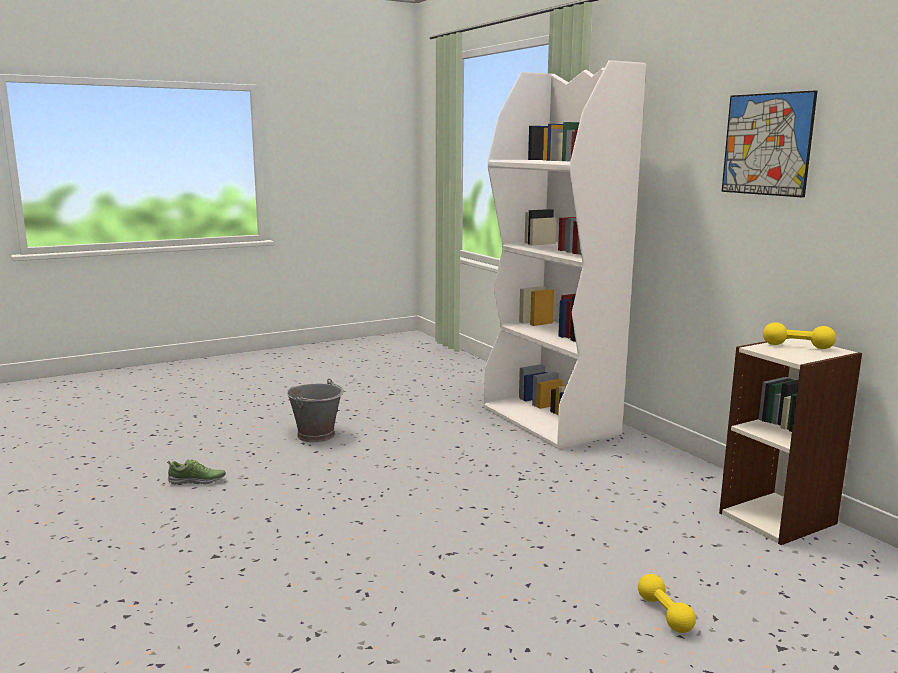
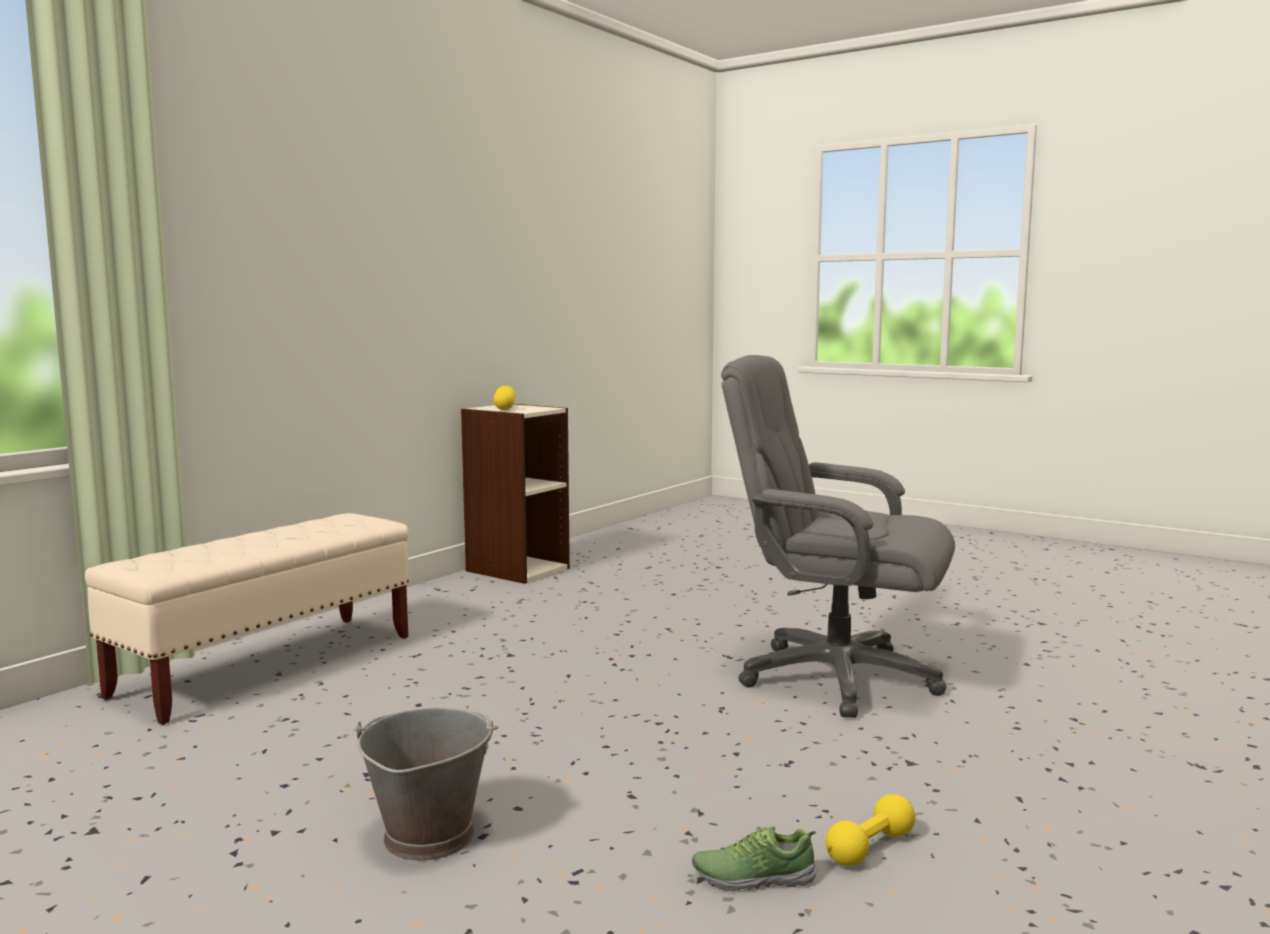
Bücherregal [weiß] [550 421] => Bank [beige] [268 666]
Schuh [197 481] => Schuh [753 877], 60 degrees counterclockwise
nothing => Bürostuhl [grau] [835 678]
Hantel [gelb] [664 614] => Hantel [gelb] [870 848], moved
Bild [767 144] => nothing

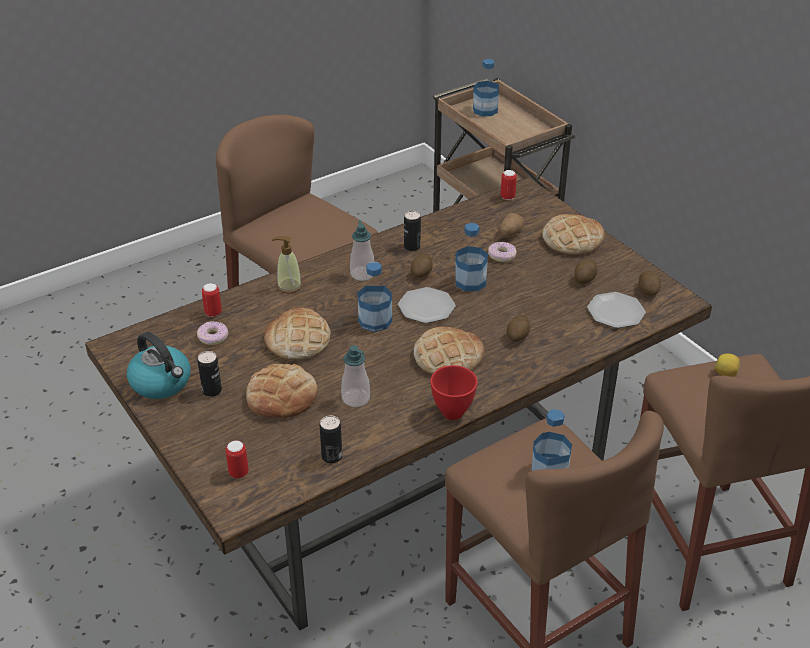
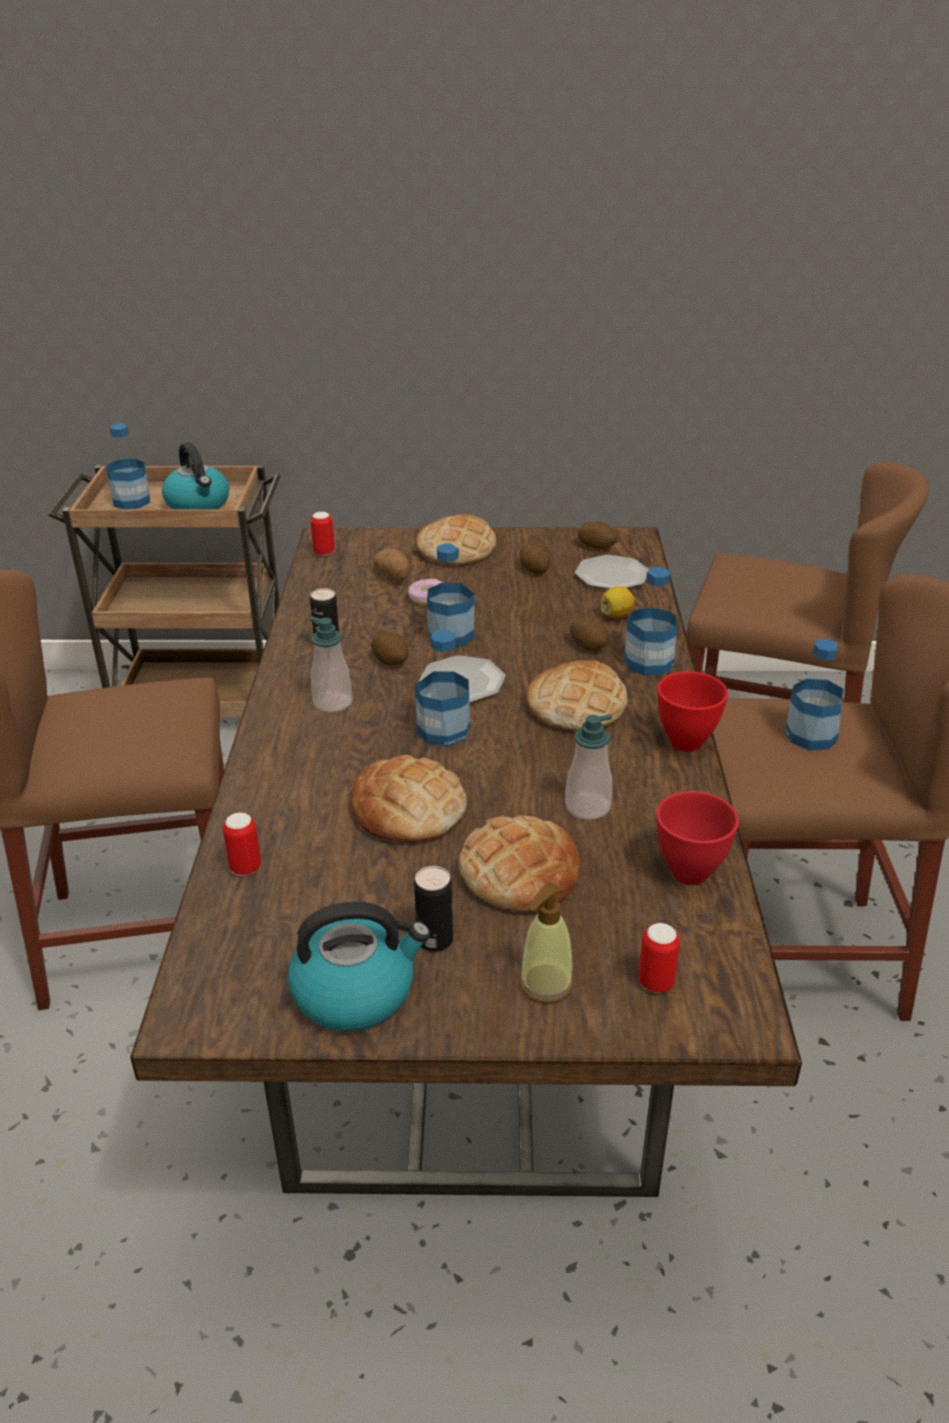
nothing => Wasserkessel [199 504]
Seifenspender [289 286] => Seifenspender [545 984], moved
Zitrone [726 373] => Zitrone [616 615], moved
nothing => Flasche [648 663]
Dose [332 456] => Schüssel [rot] [691 874]
Donut [213 337] => nothing

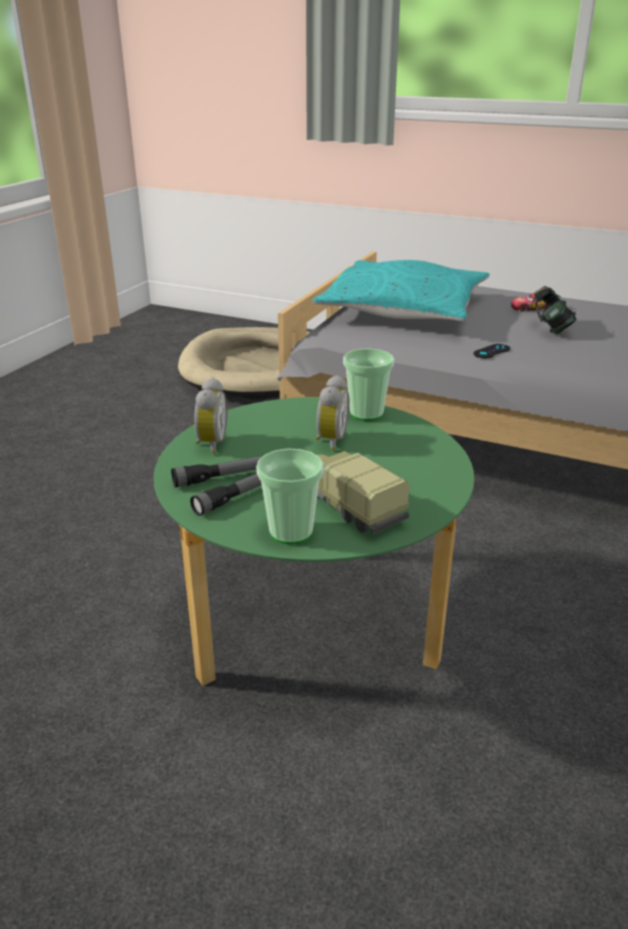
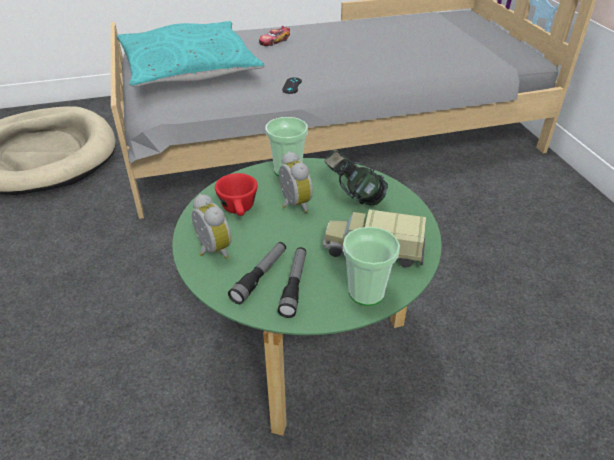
nothing => Tasse [rot] [239 210]
Kopfhörer [550 329] => Kopfhörer [353 196], moved

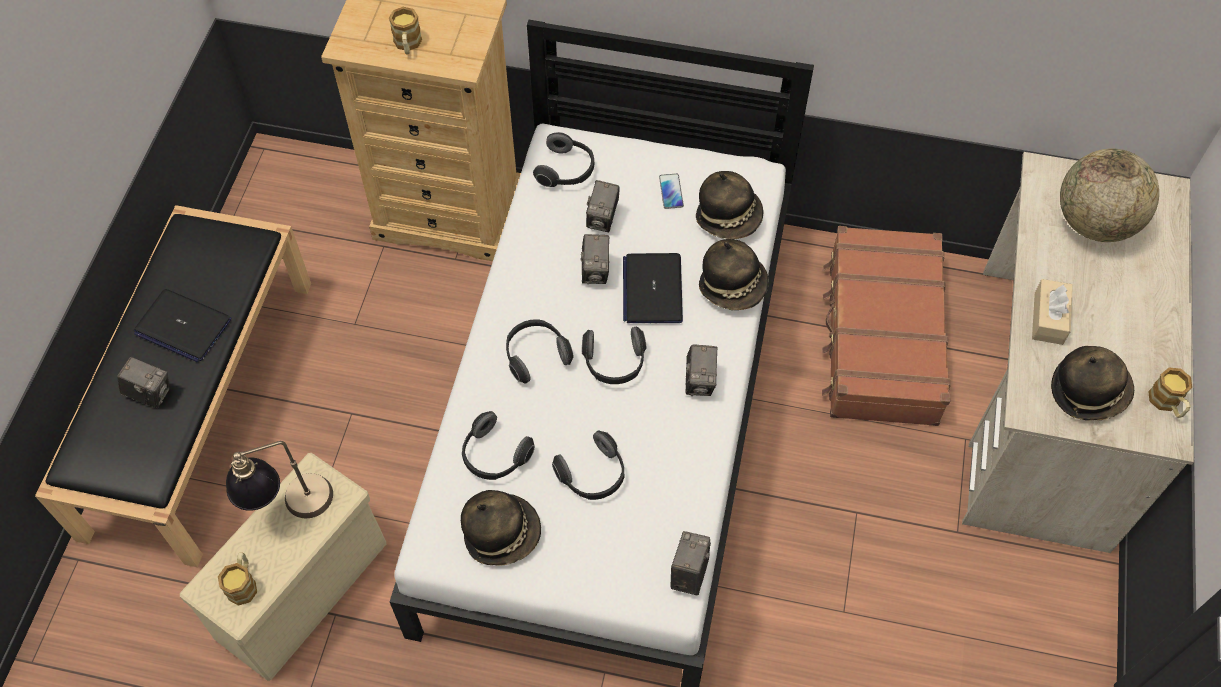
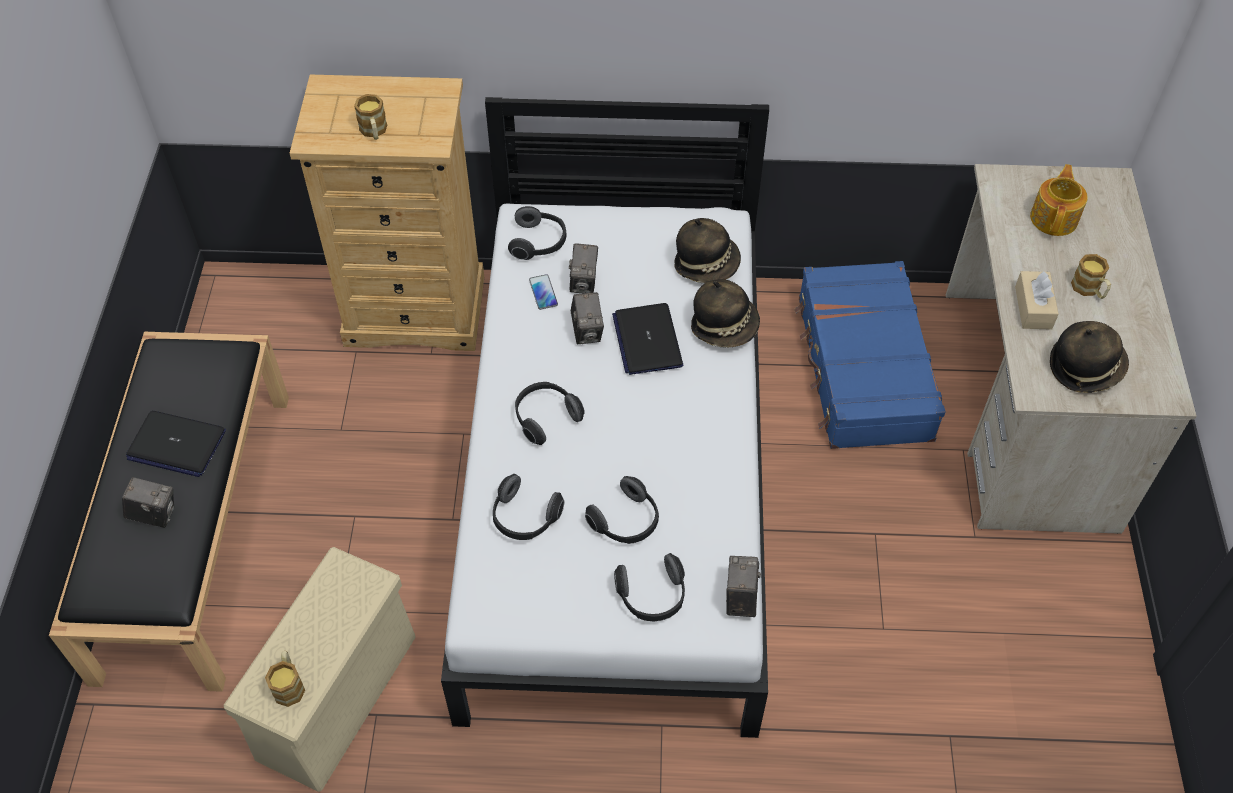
Handy [671 191] => Handy [543 292], moved
Kopfhörer [614 363] => Kopfhörer [652 597], moved
Koffer [braun] [880 338] => Koffer [blau] [862 369]
Globus [1094 223] => Teekanne [1054 218]
Henkelbecher [1167 403] => Henkelbecher [1089 290], moved
Tischlampe [289 507] => nothing
Hut [502 533] => nothing
Kamera [700 381] => nothing

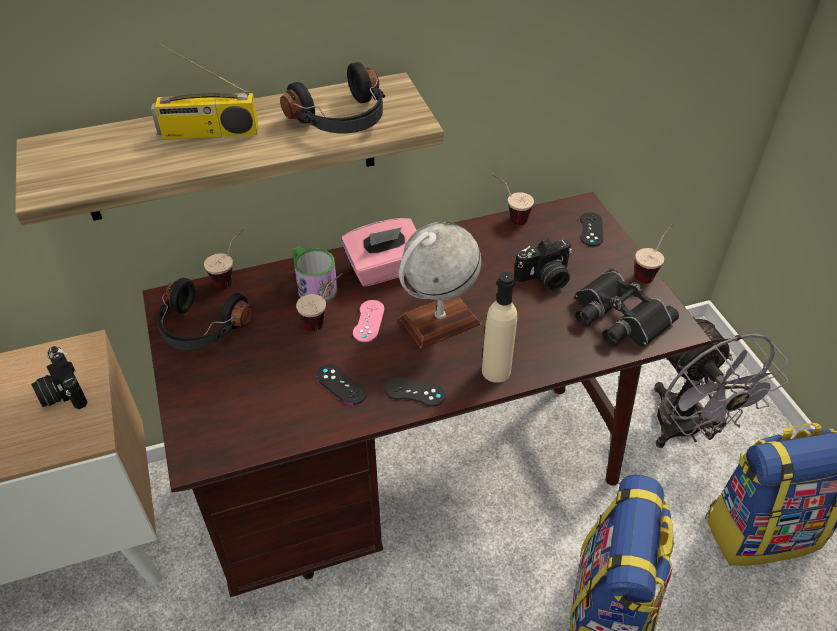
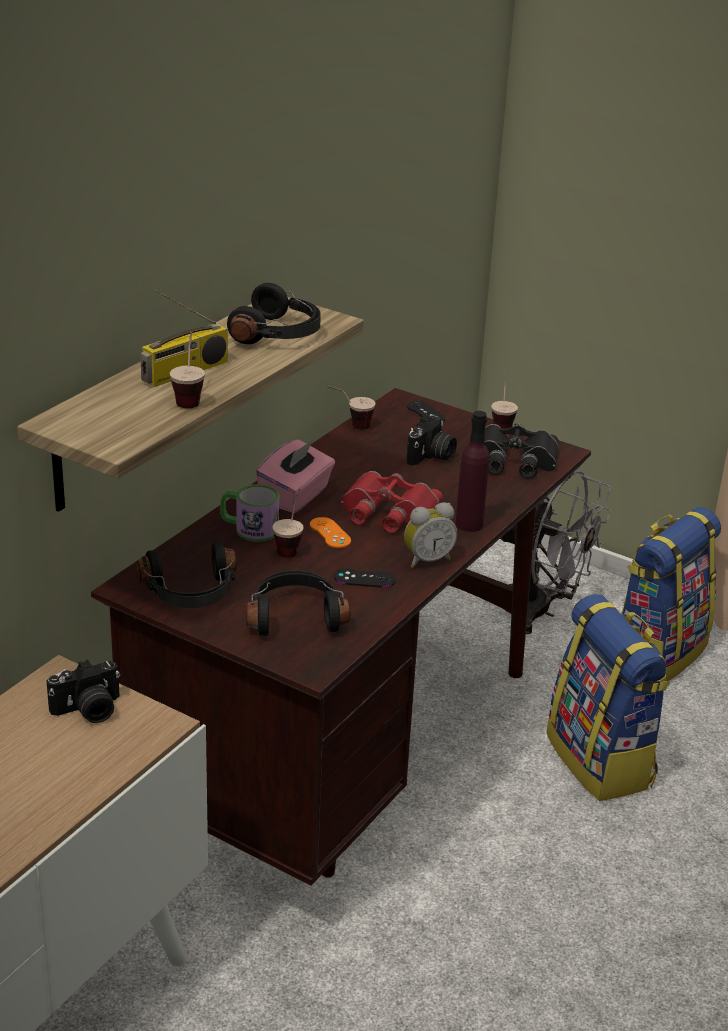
Kamera [62 392] => Kamera [88 710], 45 degrees counterclockwise
Tasse [231 276] => Tasse [189 397], moved
nothing => Kopfhörer [schwarz] [295 616]
Gamepad [rosa] [368 321] => Gamepad [orange] [330 533]
Globus [439 321] => Fernglas [rot] [387 512]
Gamepad [schwarz] [415 392] => Wecker [427 560]
Flasche [beige] [496 371] => Flasche [lila] [469 524]

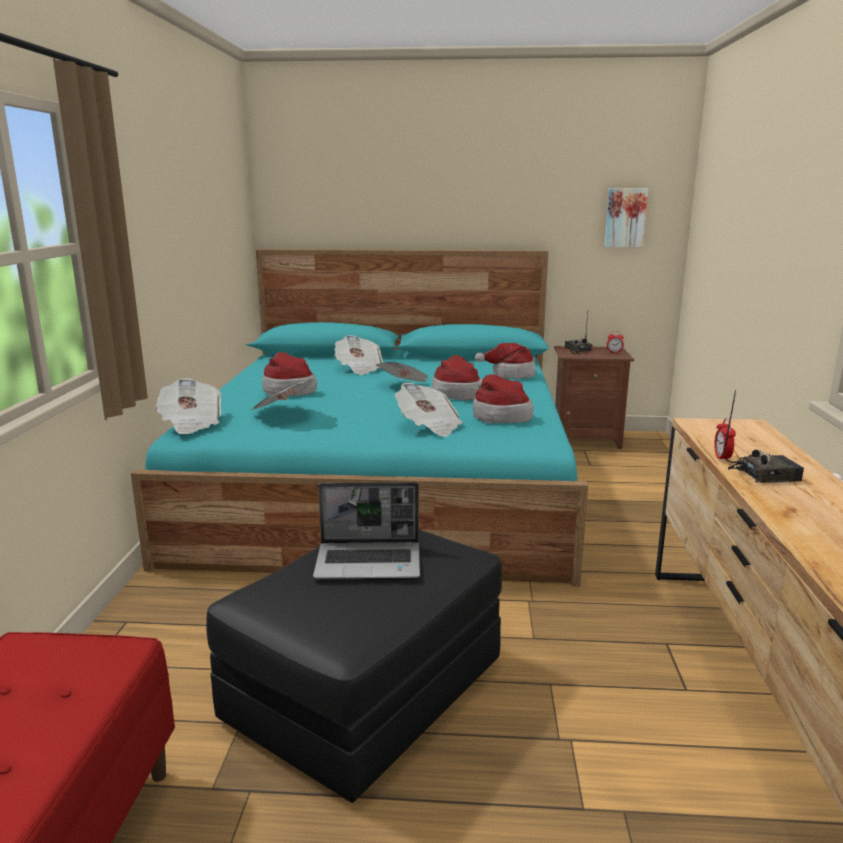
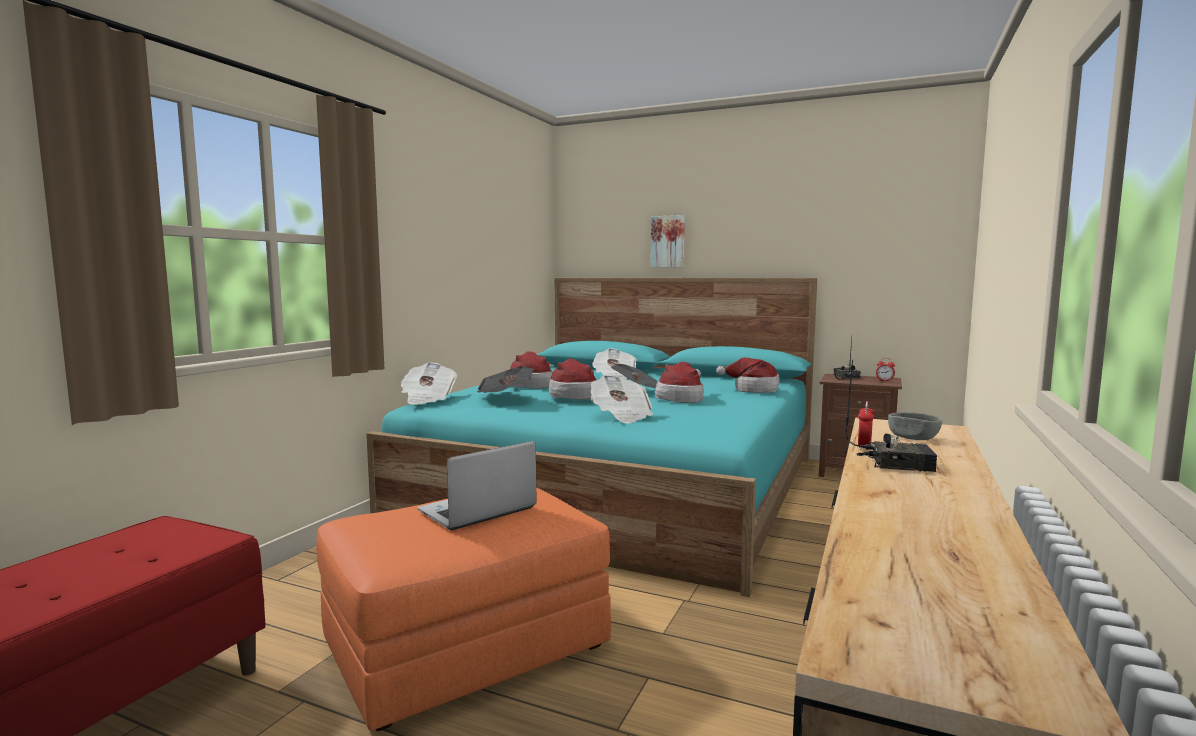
Polsterhocker [schwarz] [365 692] => Polsterhocker [orange] [465 646]
Laptop [370 562] => Laptop [477 511], 120 degrees clockwise
Hut [499 416] => Hut [574 395], moved
Bild [625 217] => Bild [668 241], moved
nothing => Schüssel [grau] [913 438]

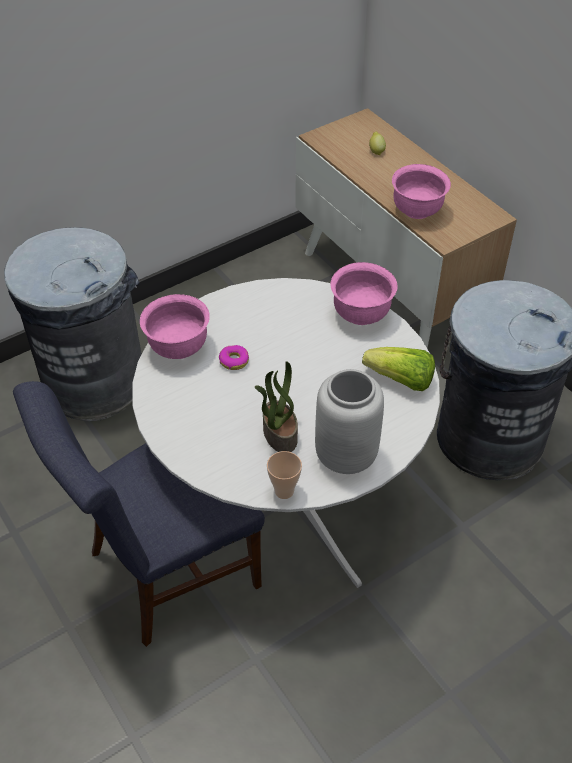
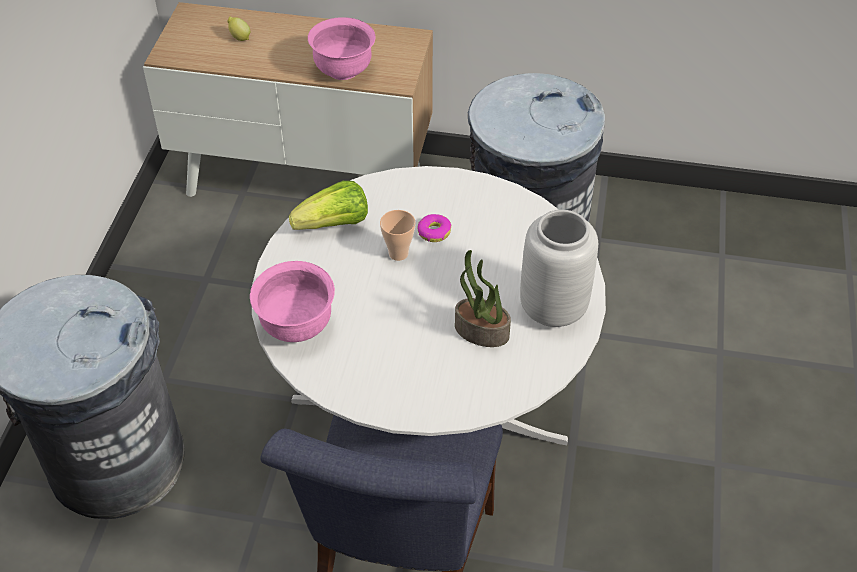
Salatkopf [400 380] => Salatkopf [334 224], moved
Tasse [284 491] => Tasse [398 253], moved
Donut [234 361] => Donut [434 232], moved
Schüssel [rosa] [361 314] => nothing

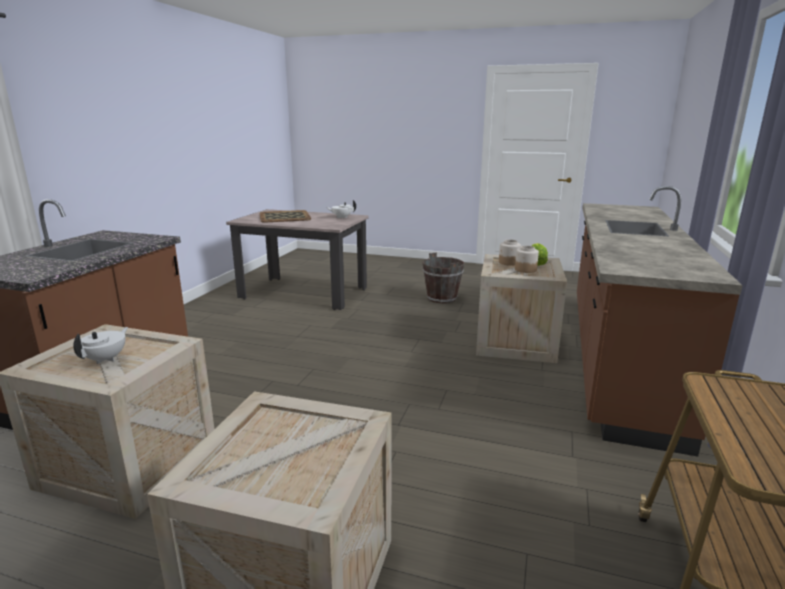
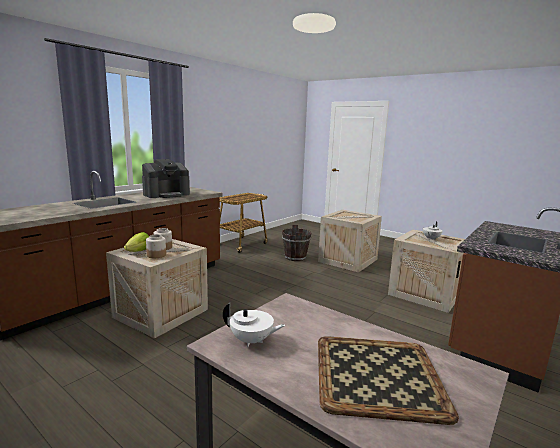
nothing => Kaffeemaschine [166 194]
Eimer [braun] [442 298] => Eimer [braun] [295 257], moved

